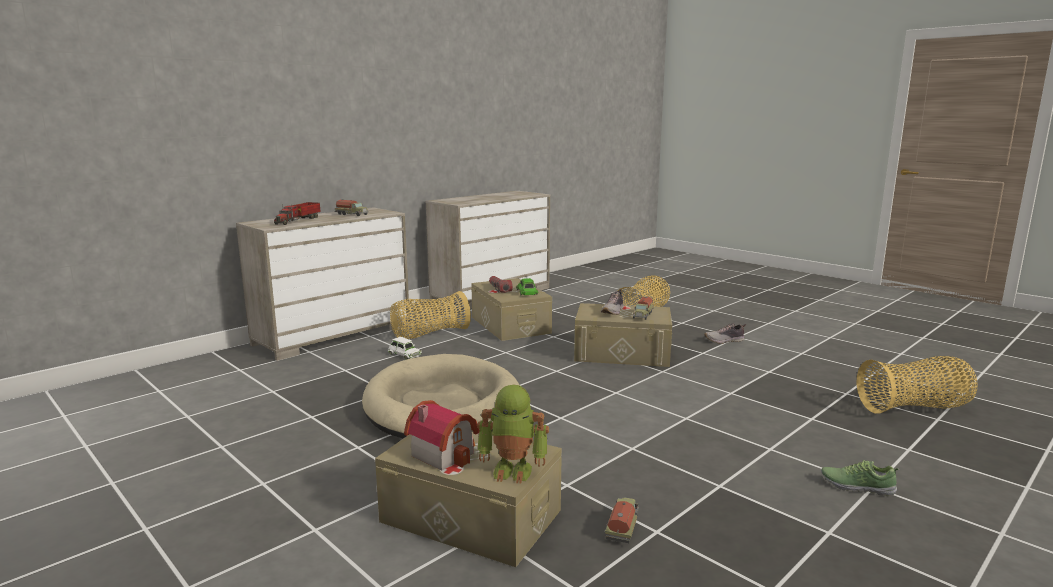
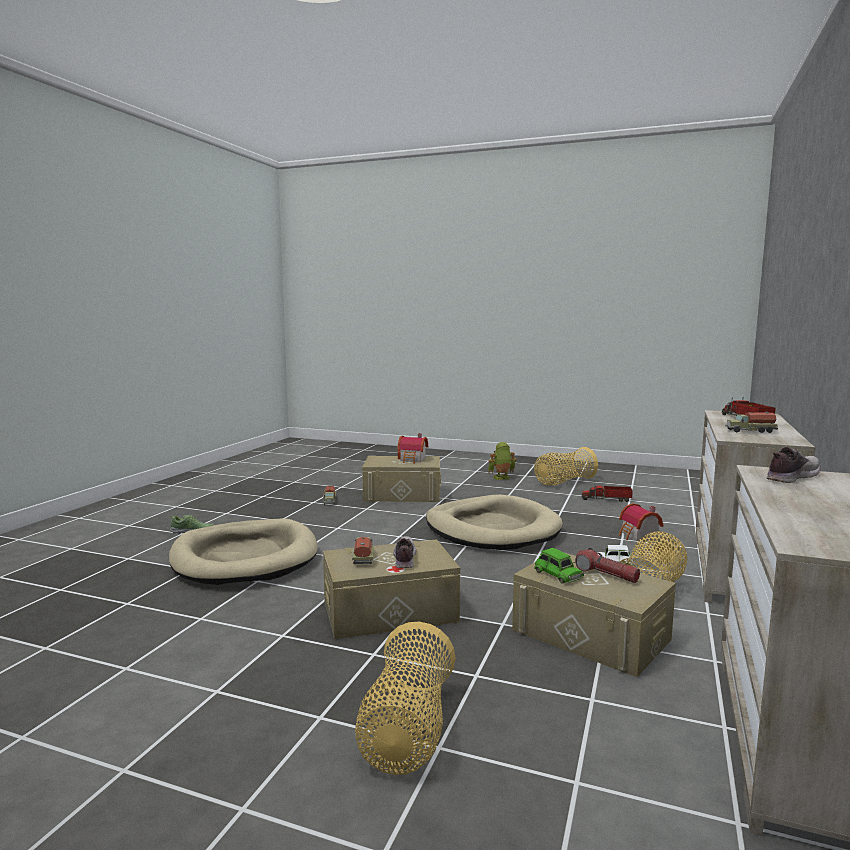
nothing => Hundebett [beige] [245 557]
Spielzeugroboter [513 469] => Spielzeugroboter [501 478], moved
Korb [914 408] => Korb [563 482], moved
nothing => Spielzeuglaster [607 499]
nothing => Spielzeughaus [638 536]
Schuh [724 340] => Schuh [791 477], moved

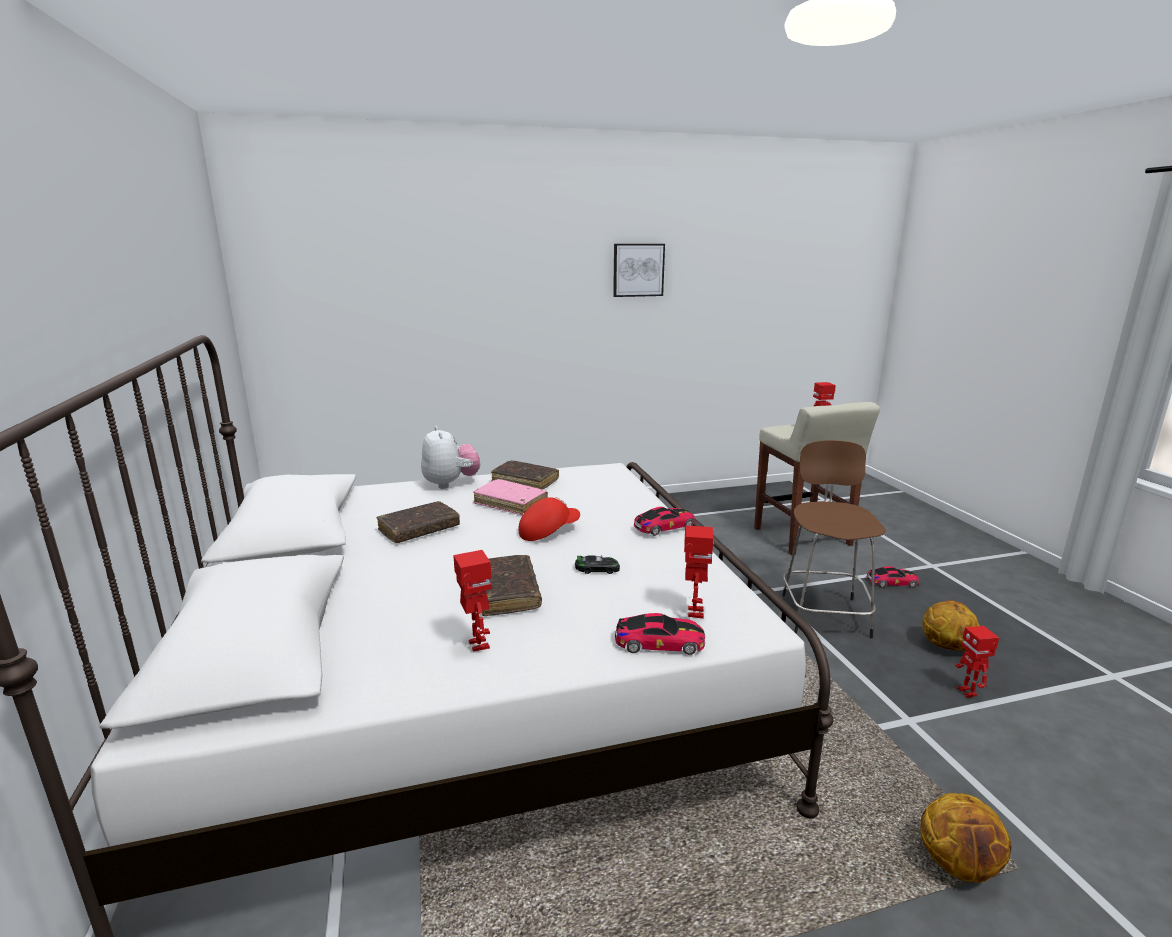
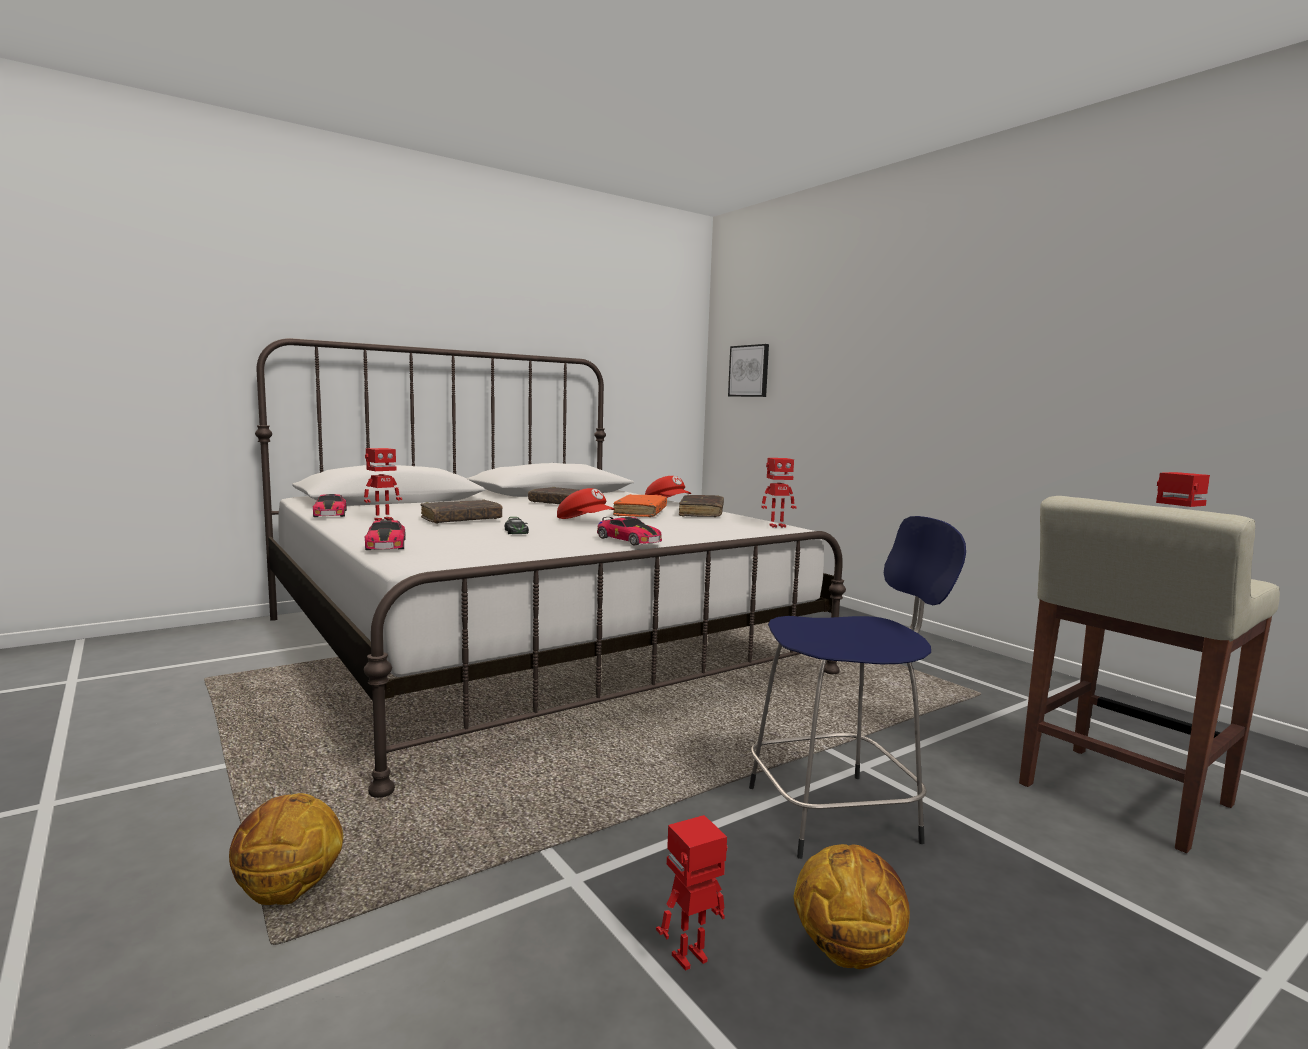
Spielzeugauto [892 582] => Spielzeugauto [330 513], moved
Buch [rosa] [510 503] => Buch [orange] [640 513]
Plüschtier [450 484] => Kappe [rot] [668 503]
Bild [638 270] => Bild [749 371], moved
Hocker [braun] [824 613] => Hocker [blau] [837 813]
Spielzeugroboter [694 612] => Spielzeugroboter [776 526], moved

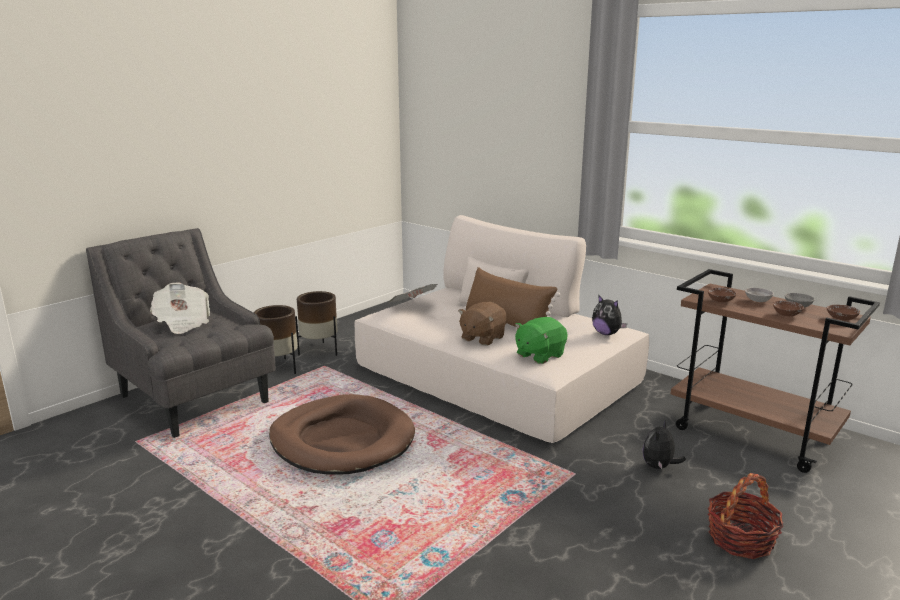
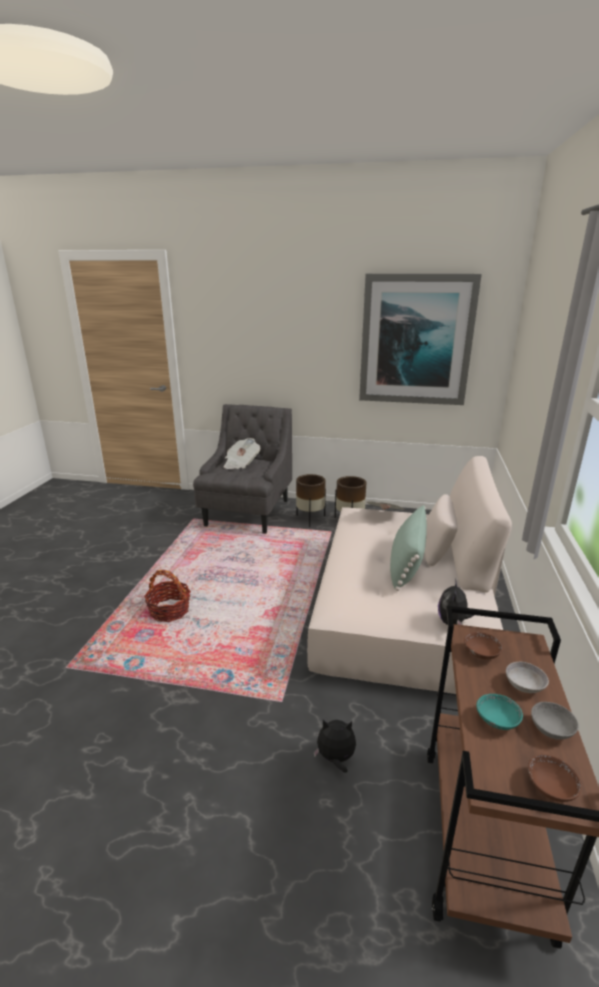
Korb [740 539] => Korb [169 610], moved
nothing => Bild [416 340]
Kissen [braun] [506 323] => Kissen [grün] [406 563]
Schüssel [braun] [786 315] => Schüssel [türkis] [497 720]
Hundebett [braun] [342 440] => nothing
Plüschtier [braun] [482 338] => nothing
Plüschtier [grün] [539 355] => nothing

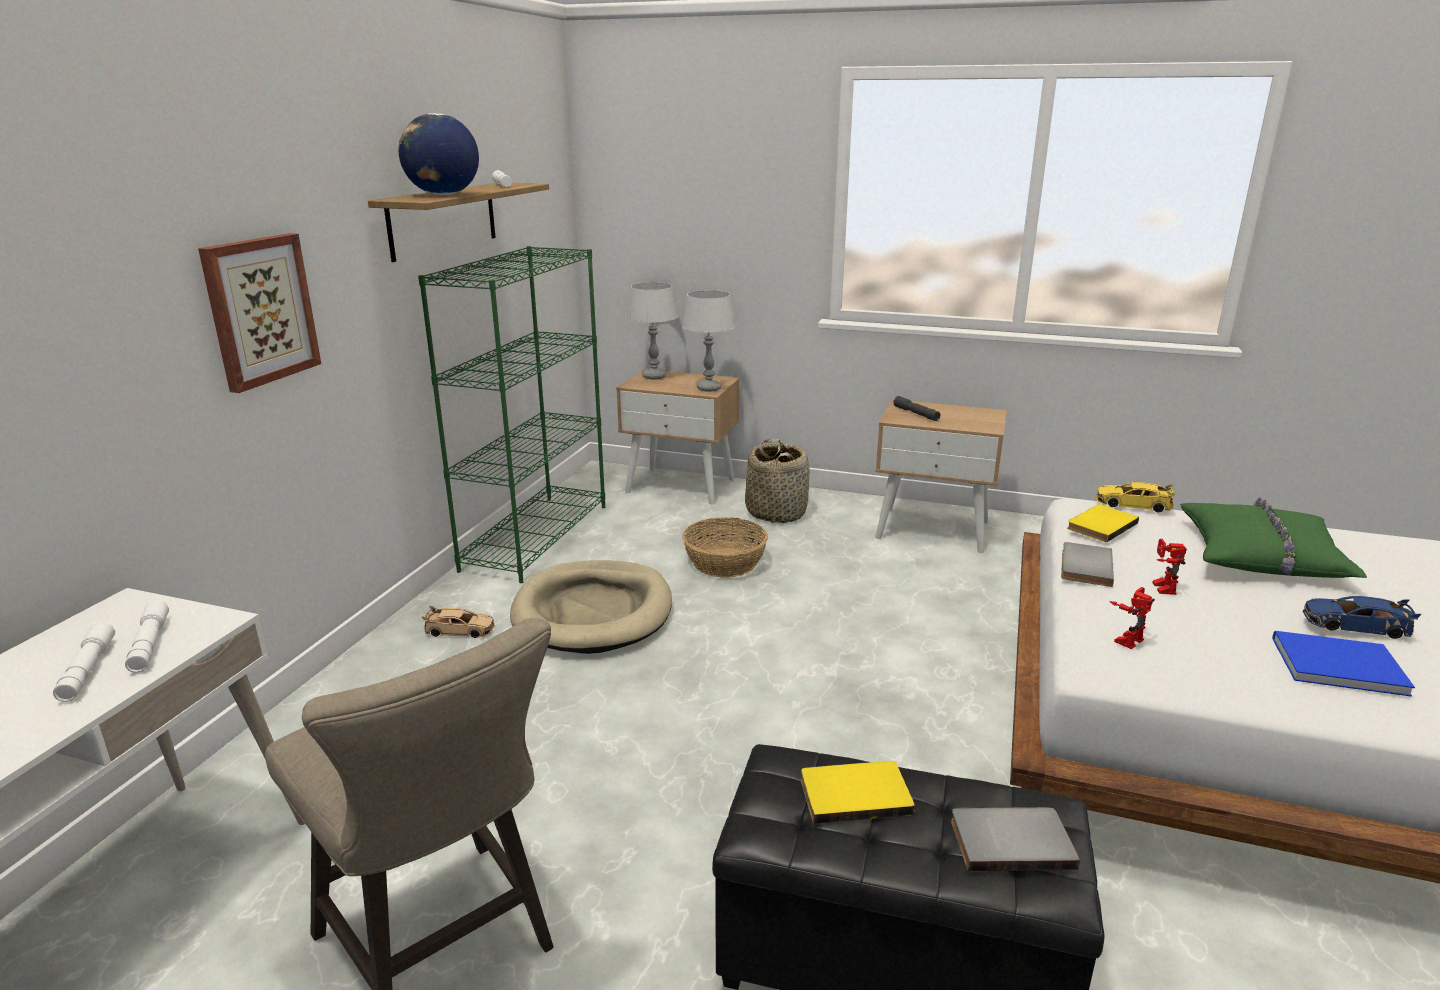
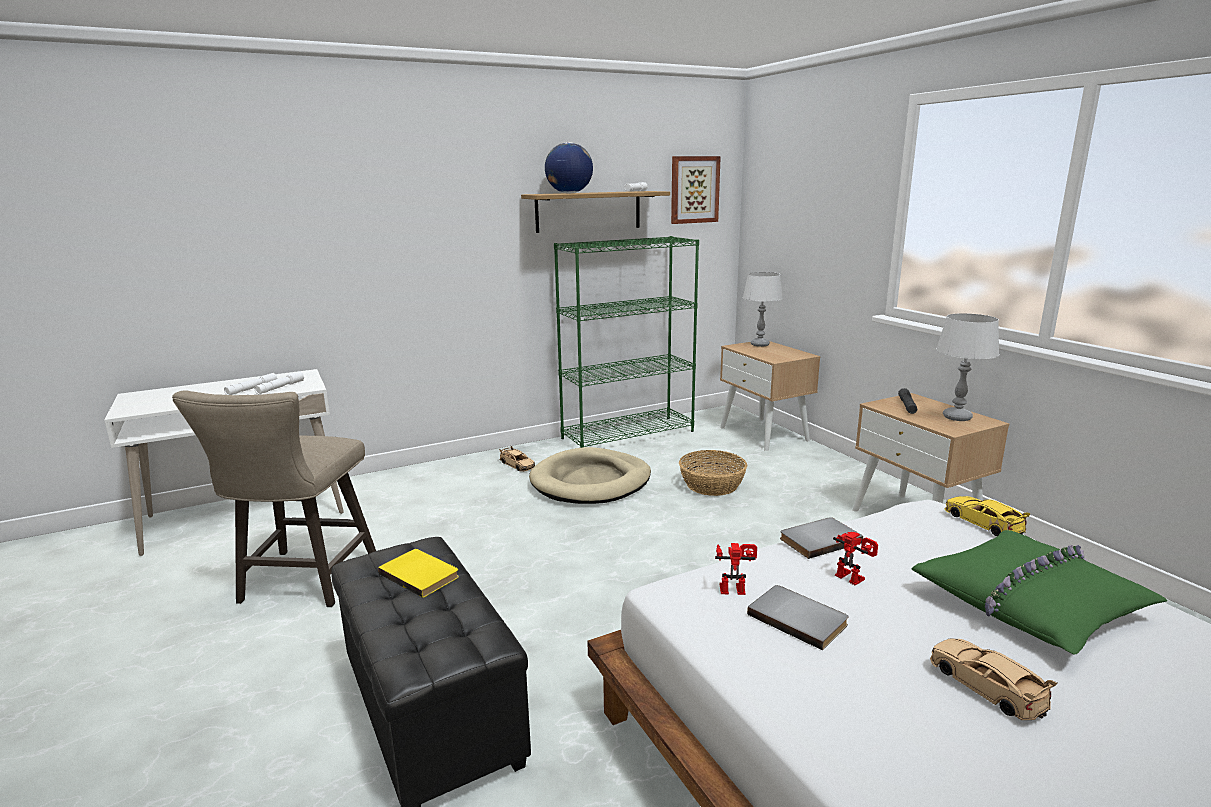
Bild [260 310] => Bild [694 189], moved
Buch [grau] [1010 840] => Buch [grau] [799 618], moved
Spielzeugroboter [1159 587] => Spielzeugroboter [853 577], 90 degrees clockwise
Spielzeugauto [blau] [1355 625] => Spielzeugauto [beige] [986 685]
Tischlampe [grau] [708 388] => Tischlampe [grau] [956 417], moved
Korb [776 512] => nothing
Buch [gelb] [1099 525] => nothing
Buch [blau] [1333 663] => nothing

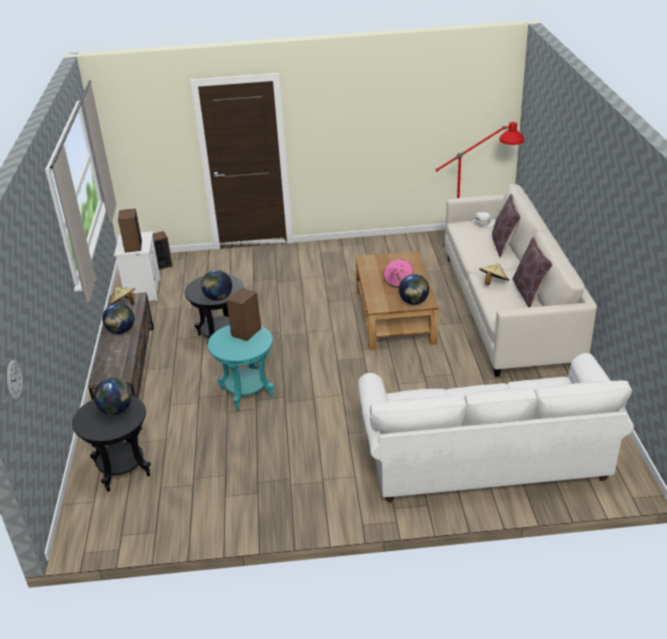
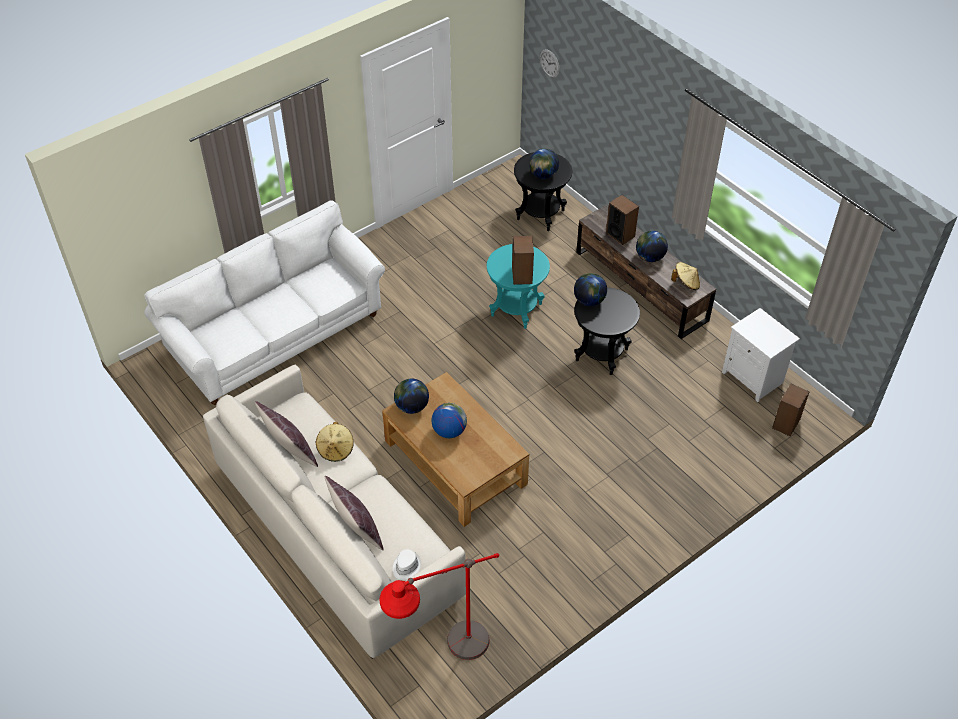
Hut [rosa] [398 281] => Globus [449 431]
Lautsprecher [133 246] => Lautsprecher [620 234], moved

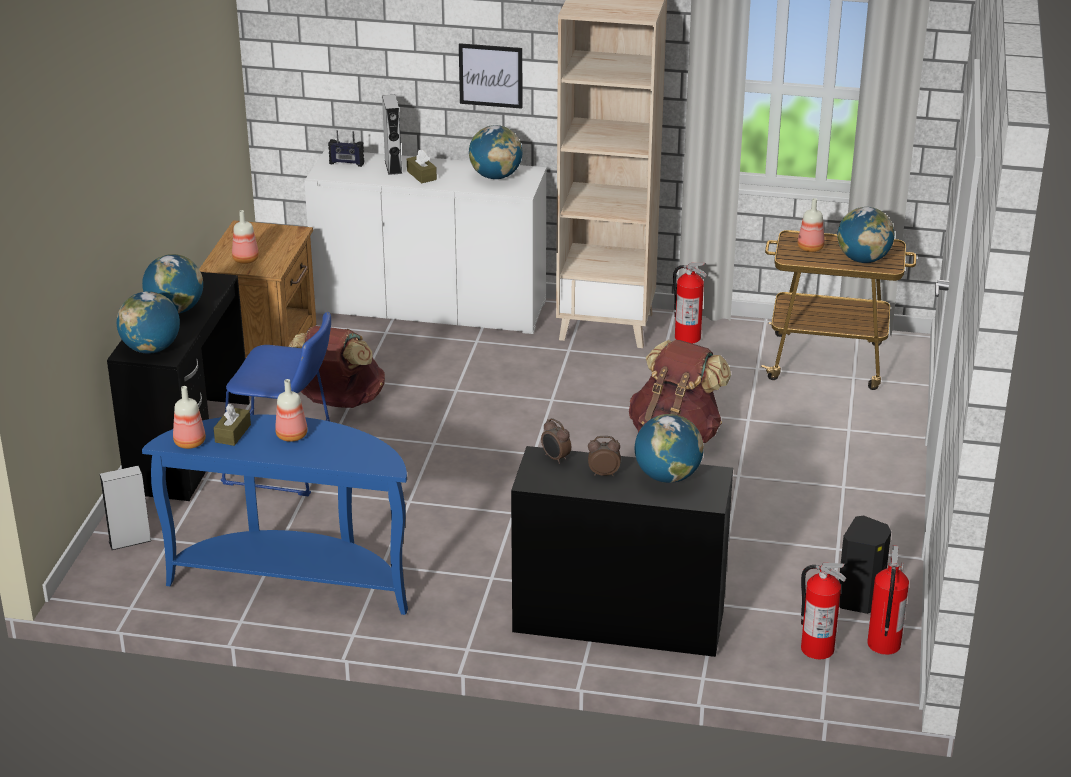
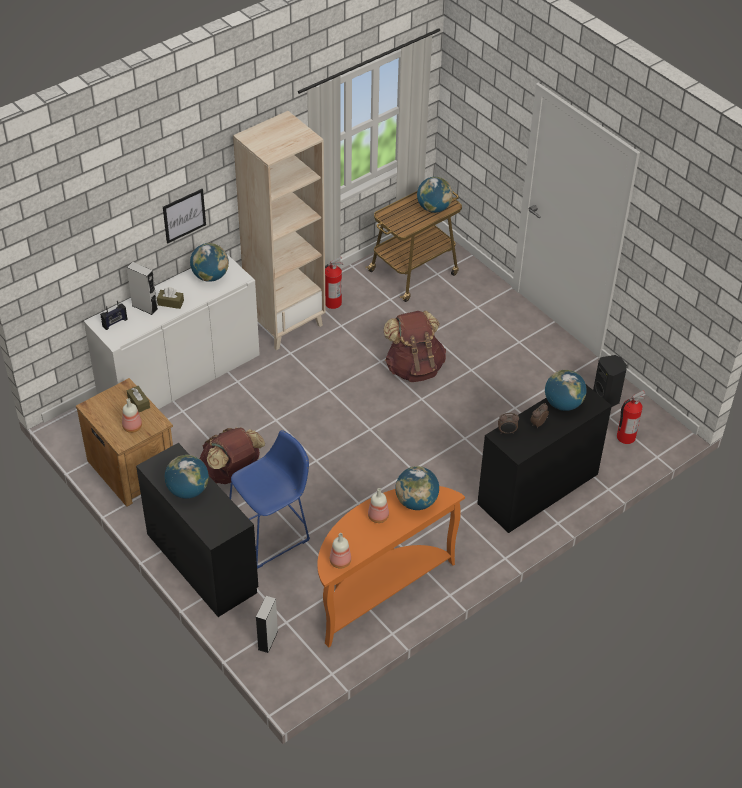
Taschentuchbox [braun] [233 433] => Taschentuchbox [braun] [138 402], moved
Konsolentisch [blau] [294 580] => Konsolentisch [orange] [379 590]
Globus [151 349] => Globus [416 502], moved
Flasche [809 247] => nothing
Feuerlöscher [883 645] => nothing

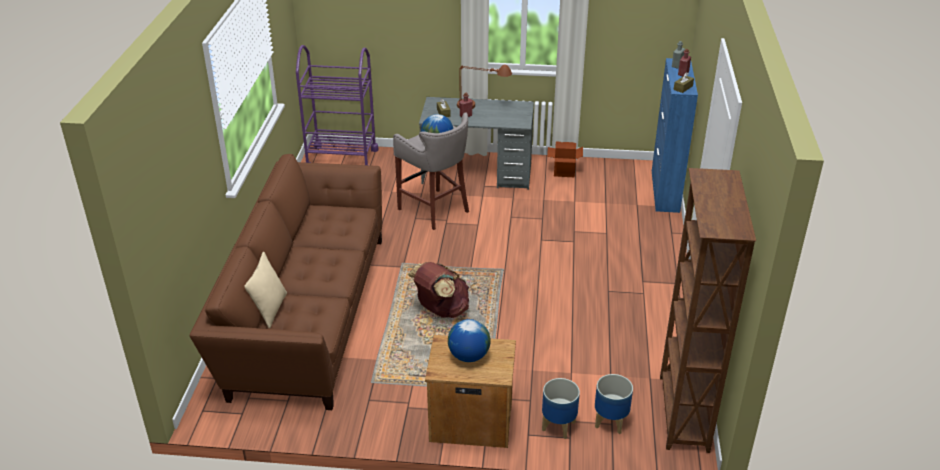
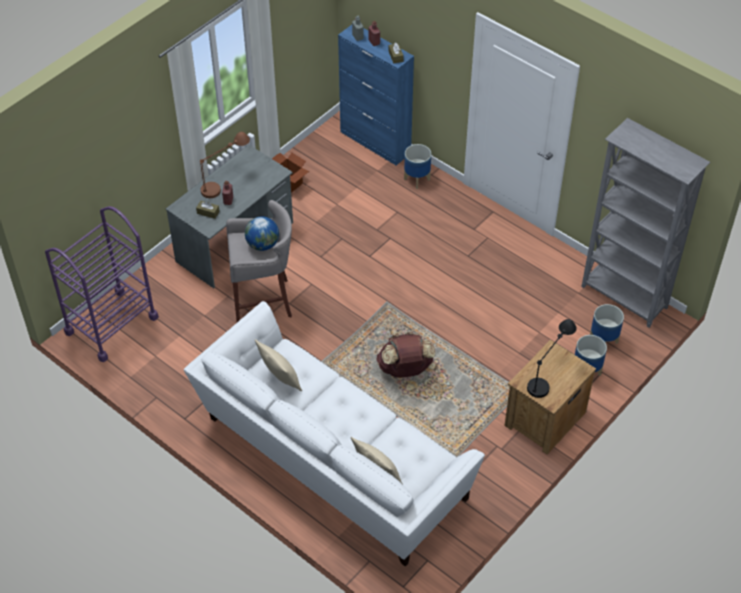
Sofa [braun] [305 312] => Sofa [weiß] [331 461]
nothing => Kissen [beige] [280 379]
nothing => Pflanzkübel [417 179]
Globus [469 356] => Tischlampe [schwarz] [548 375]
Bücherregal [braun] [682 414] => Bücherregal [grau] [624 298]

